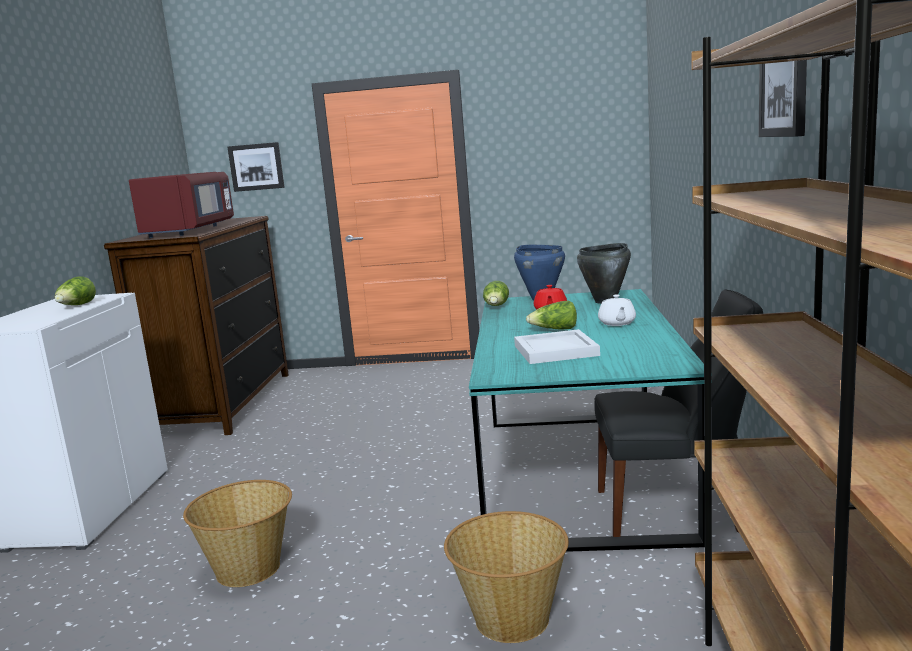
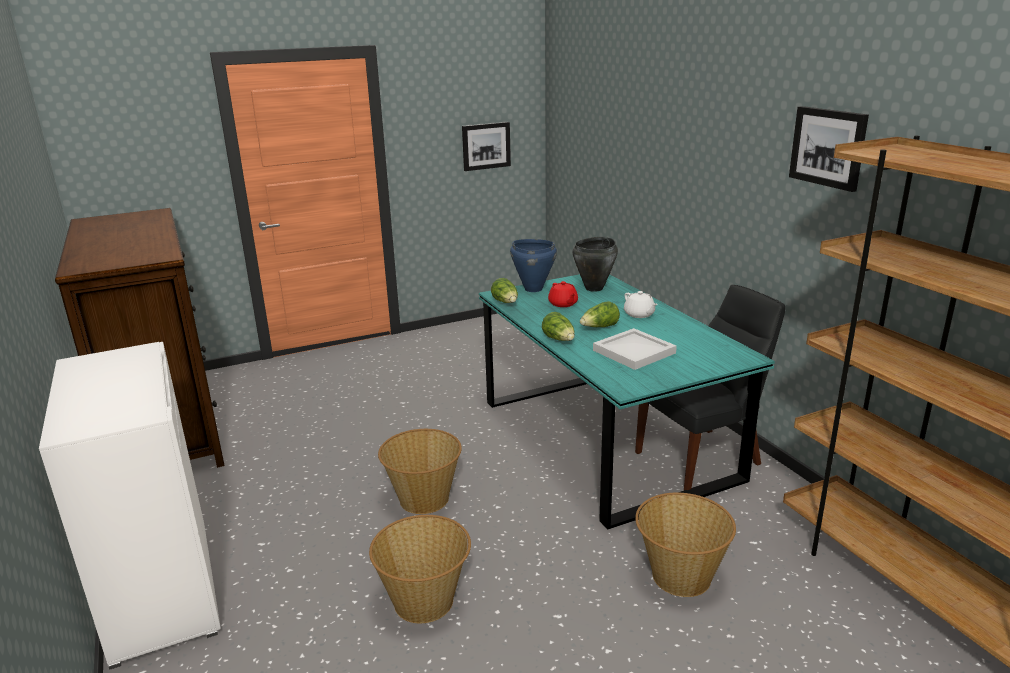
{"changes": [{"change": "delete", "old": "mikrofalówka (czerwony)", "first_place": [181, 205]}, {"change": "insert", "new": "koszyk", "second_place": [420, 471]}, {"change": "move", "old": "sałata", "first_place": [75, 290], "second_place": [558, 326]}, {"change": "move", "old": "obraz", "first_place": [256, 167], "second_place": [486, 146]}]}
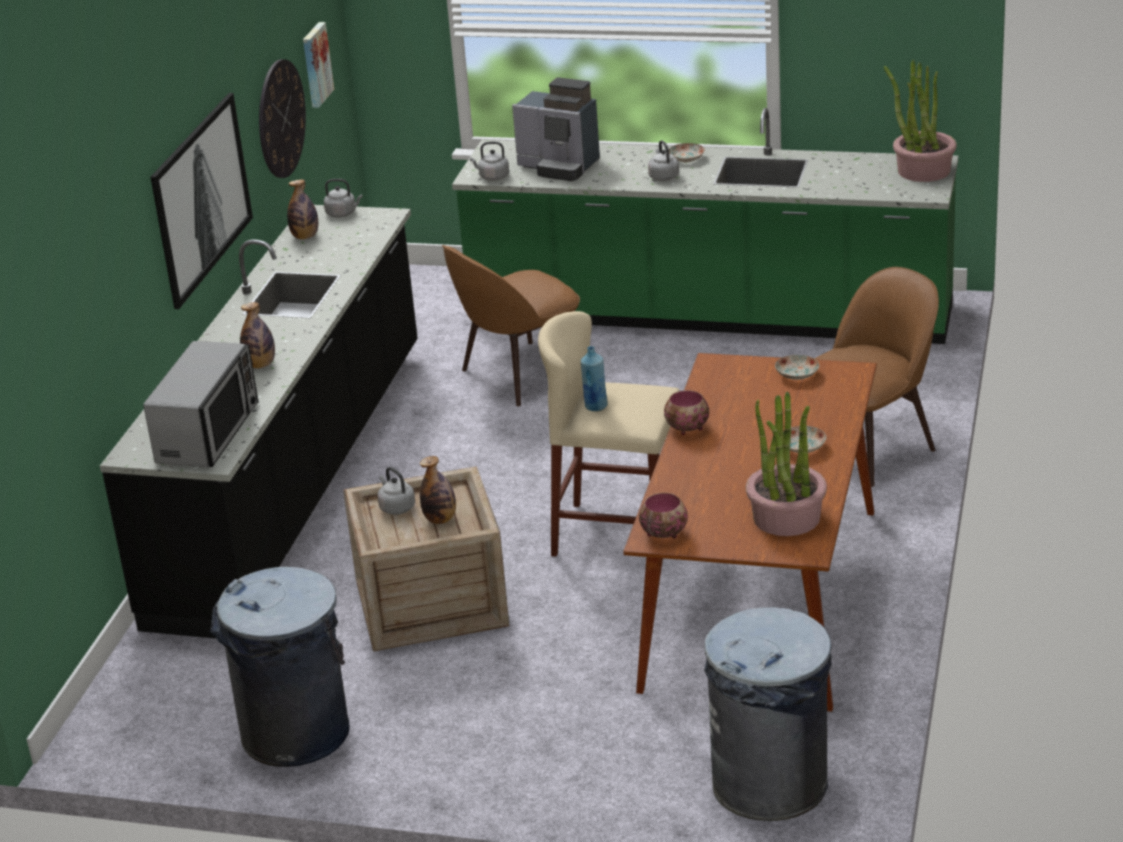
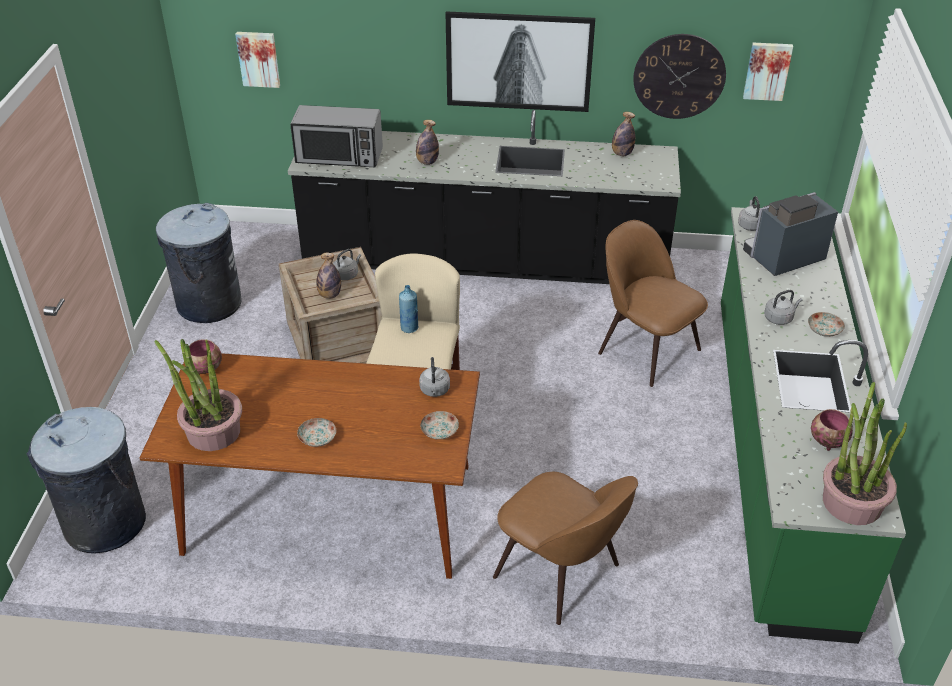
{"changes": [{"change": "insert", "new": "obraz", "second_place": [257, 60]}, {"change": "move", "old": "czajnik (szary)", "first_place": [343, 198], "second_place": [434, 377]}, {"change": "move", "old": "miska", "first_place": [686, 412], "second_place": [832, 430]}, {"change": "rotate", "old": "ekspres do kawy", "first_place": [556, 129], "second_place": [790, 234], "degrees": 45}]}
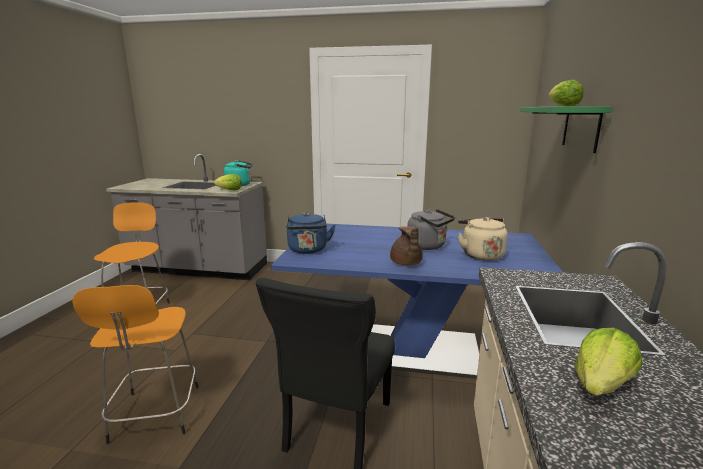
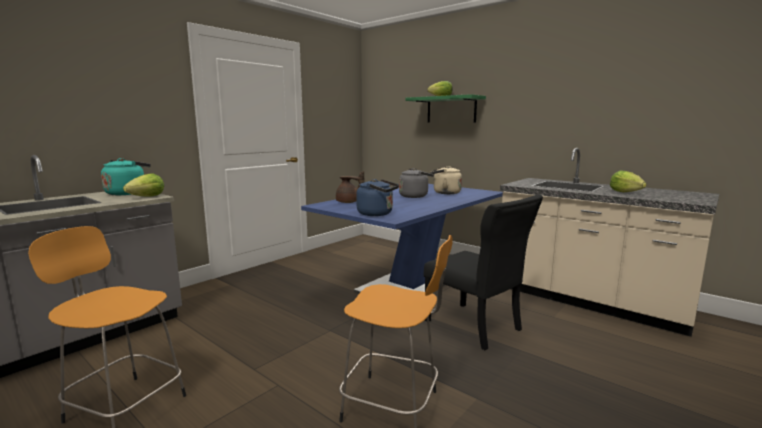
{"changes": [{"change": "move", "old": "imbryk (brązowy)", "first_place": [406, 245], "second_place": [350, 187]}]}
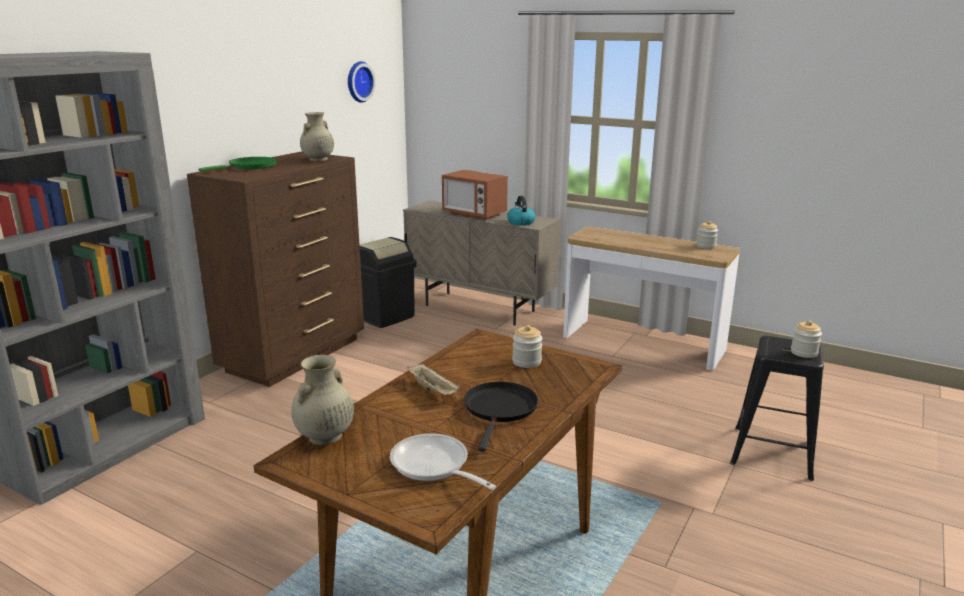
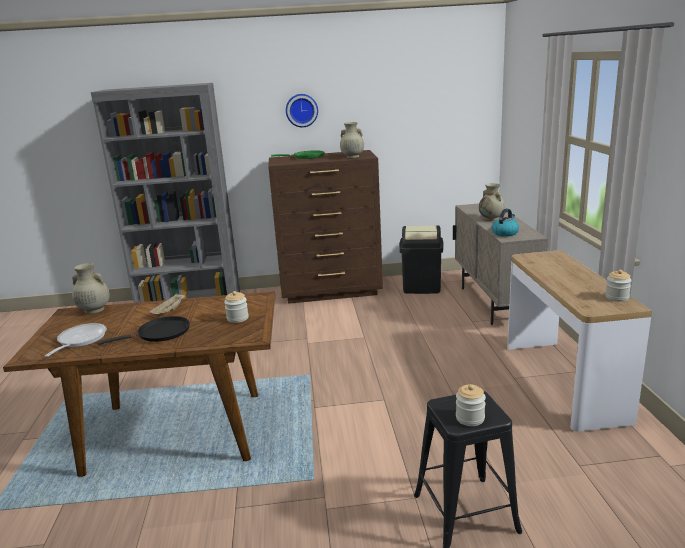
{"changes": [{"change": "move", "old": "zegar ścienny", "first_place": [362, 82], "second_place": [302, 110]}, {"change": "replace", "old": "mikrofalówka", "new": "wazon (beżowy)", "first_place": [475, 195], "second_place": [492, 202]}]}
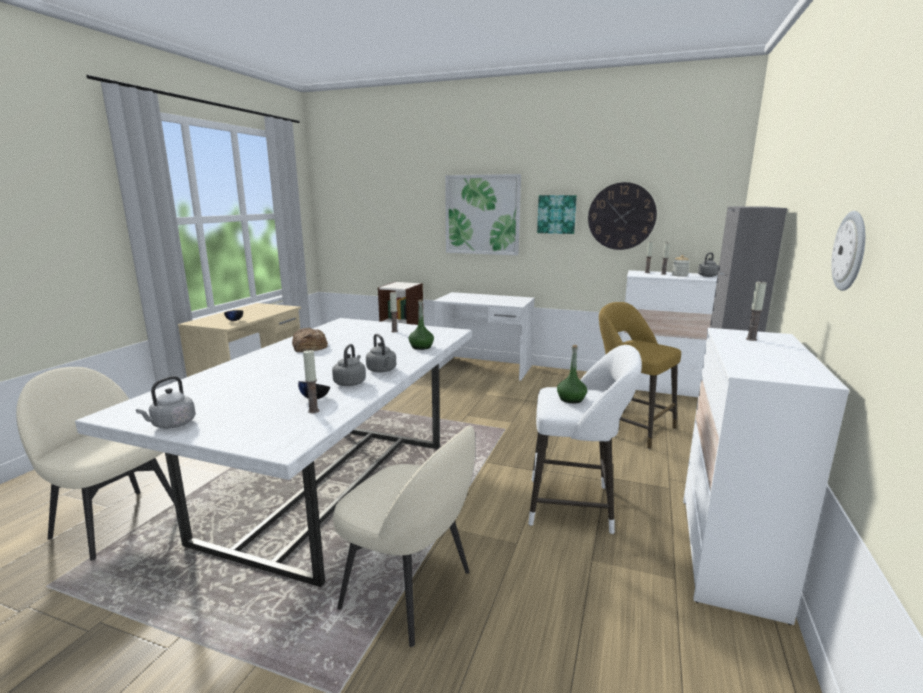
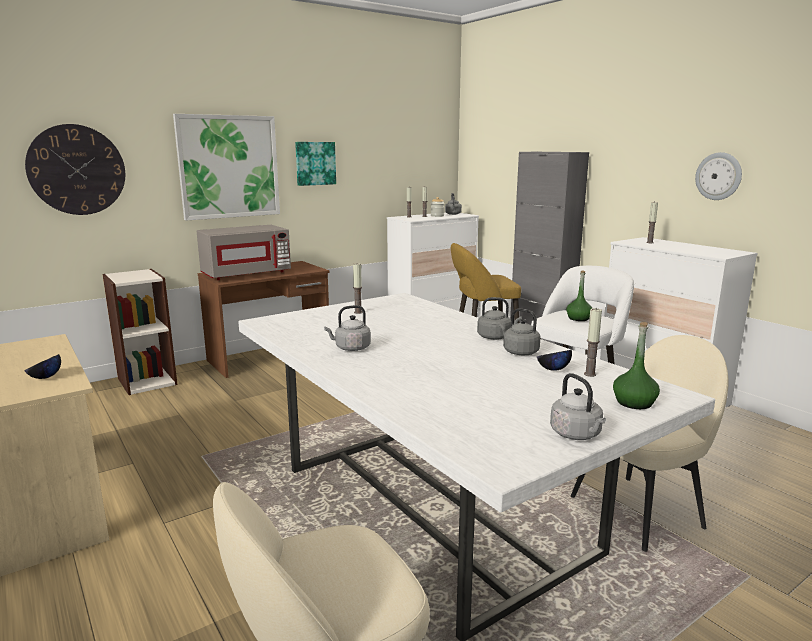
{"changes": [{"change": "insert", "new": "mikrofalówka (szary)", "second_place": [244, 252]}, {"change": "move", "old": "butelka (zielony)", "first_place": [421, 324], "second_place": [636, 365]}, {"change": "move", "old": "zegar ścienny", "first_place": [622, 216], "second_place": [75, 169]}, {"change": "replace", "old": "chleb", "new": "czajnik (szary)", "first_place": [310, 340], "second_place": [347, 328]}, {"change": "recolor", "old": "biurko (biały)", "new": "biurko (brązowy)", "first_place": [484, 336], "second_place": [264, 319]}]}
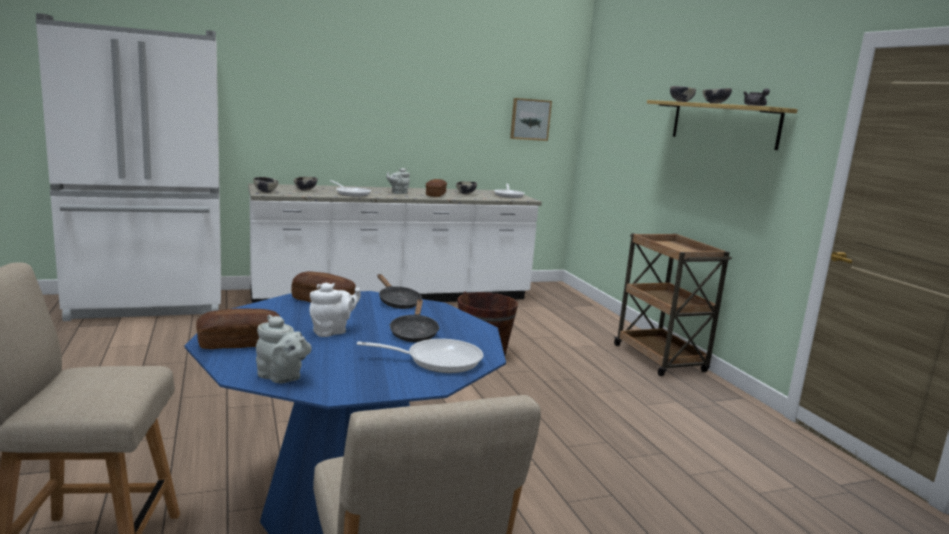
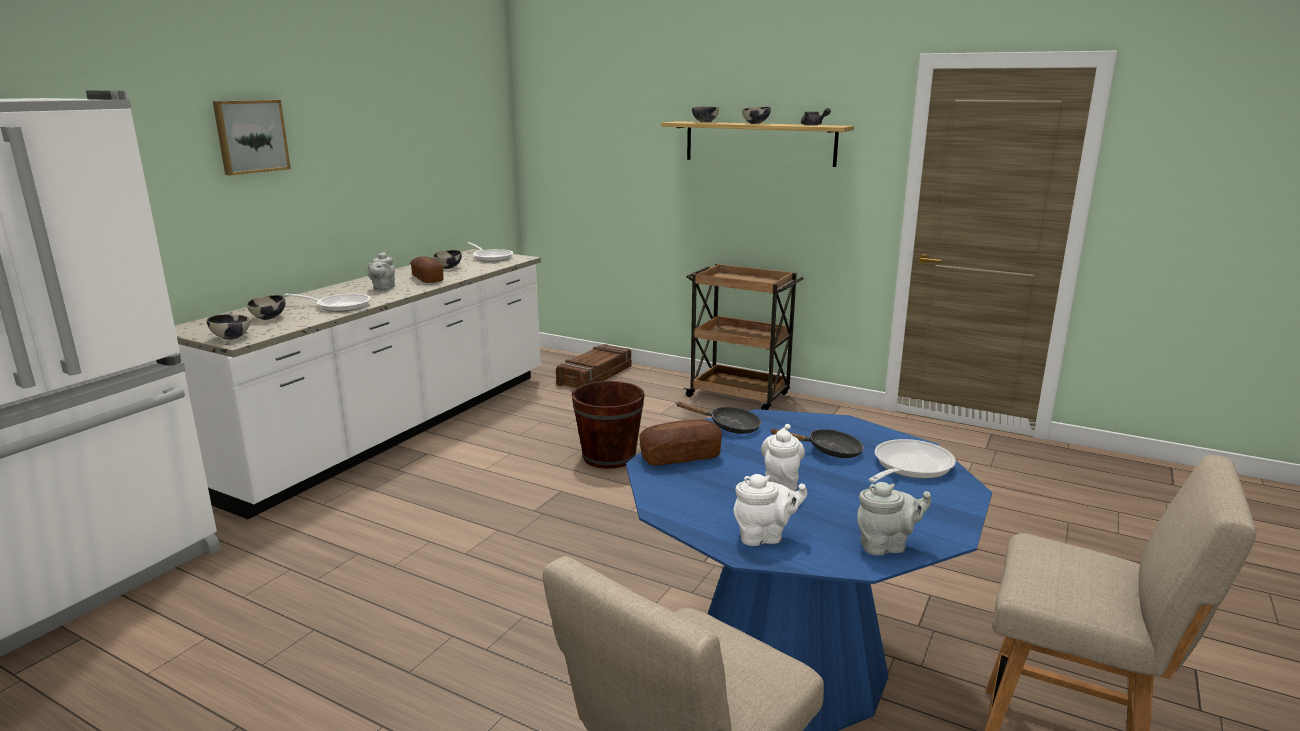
{"changes": [{"change": "insert", "new": "skrzynka", "second_place": [593, 366]}, {"change": "move", "old": "obraz", "first_place": [531, 119], "second_place": [252, 137]}, {"change": "replace", "old": "chleb", "new": "imbryk (biały)", "first_place": [238, 328], "second_place": [770, 510]}, {"change": "rotate", "old": "patelnia (czarny)", "first_place": [414, 320], "second_place": [817, 443], "degrees": -45}]}
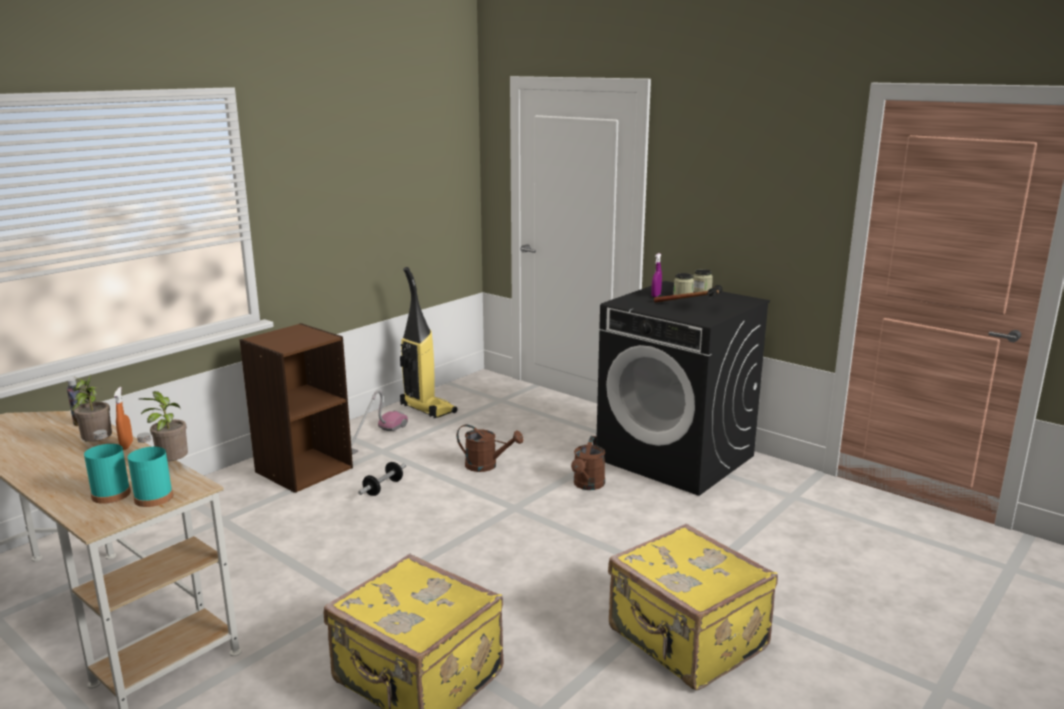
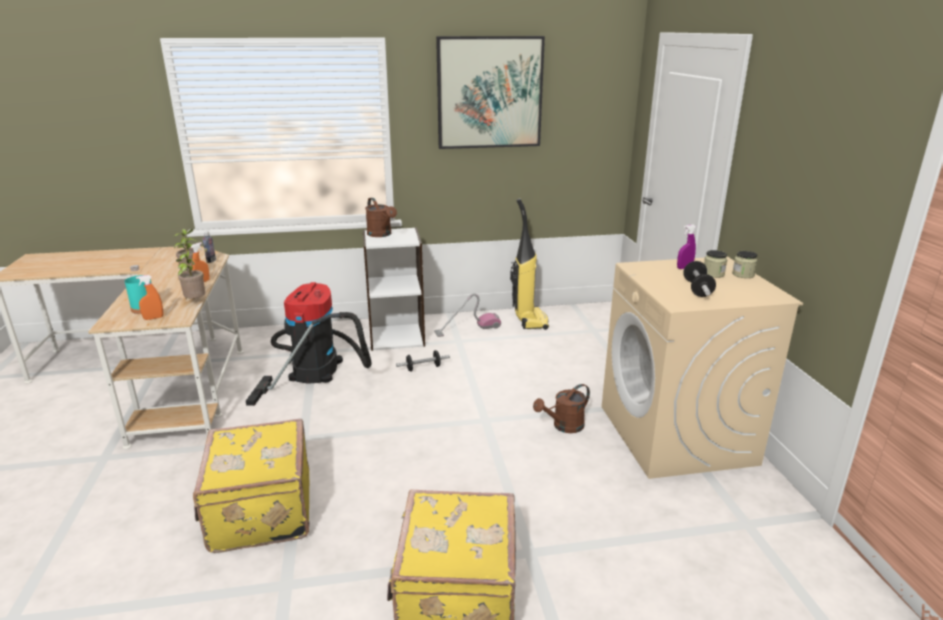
{"changes": [{"change": "insert", "new": "odkurzacz", "second_place": [309, 344]}, {"change": "insert", "new": "obraz", "second_place": [490, 92]}, {"change": "move", "old": "konewka (brązowy)", "first_place": [490, 448], "second_place": [381, 217]}, {"change": "replace", "old": "butelka (turkusowy)", "new": "spryskiwacz (pomarańczowy)", "first_place": [150, 469], "second_place": [149, 297]}, {"change": "replace", "old": "młotek", "new": "hantel", "first_place": [688, 294], "second_place": [699, 279]}, {"change": "recolor", "old": "regał (brązowy)", "new": "regał (biały)", "first_place": [296, 408], "second_place": [394, 289]}, {"change": "recolor", "old": "pralka (czarny)", "new": "pralka (beżowy)", "first_place": [683, 388], "second_place": [702, 367]}]}
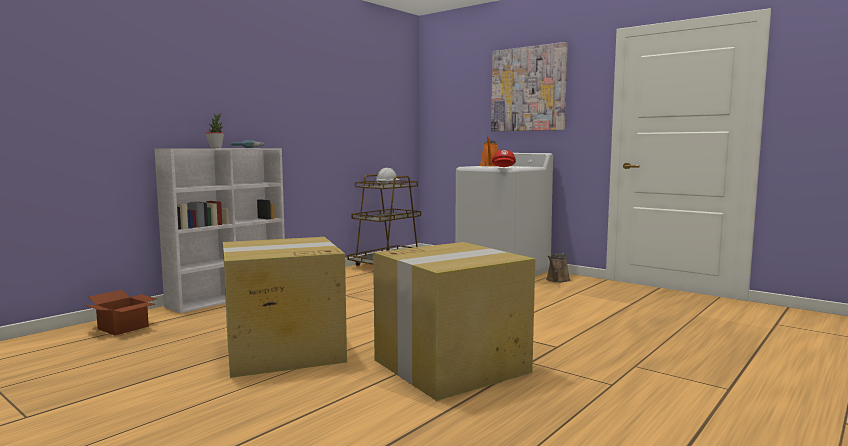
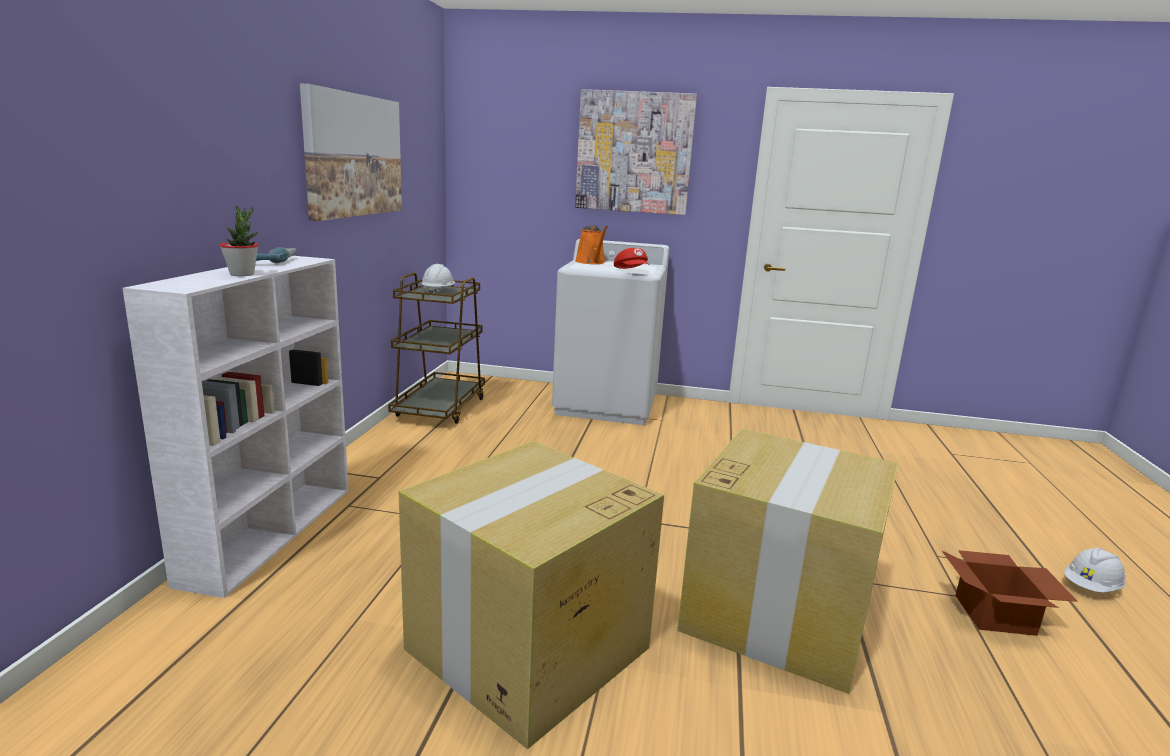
{"changes": [{"change": "delete", "old": "konewka (brązowy)", "first_place": [558, 268]}, {"change": "insert", "new": "obraz", "second_place": [351, 152]}, {"change": "insert", "new": "kask (biały)", "second_place": [1095, 570]}, {"change": "move", "old": "karton", "first_place": [121, 312], "second_place": [1010, 593]}]}
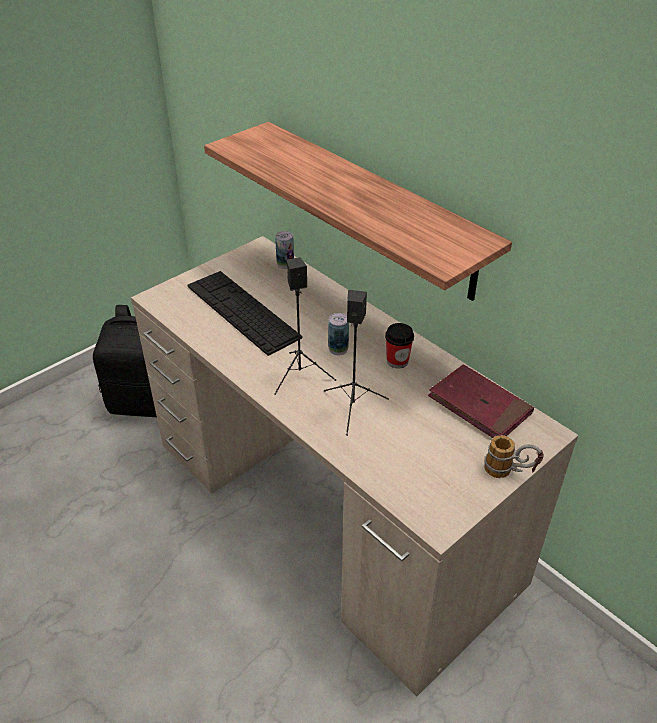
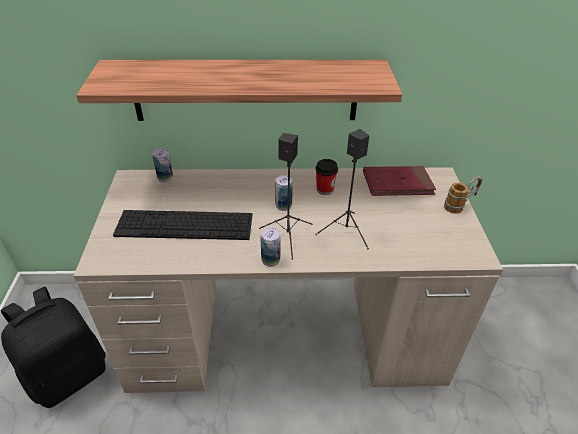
{"changes": [{"change": "insert", "new": "puszka", "second_place": [270, 247]}]}
